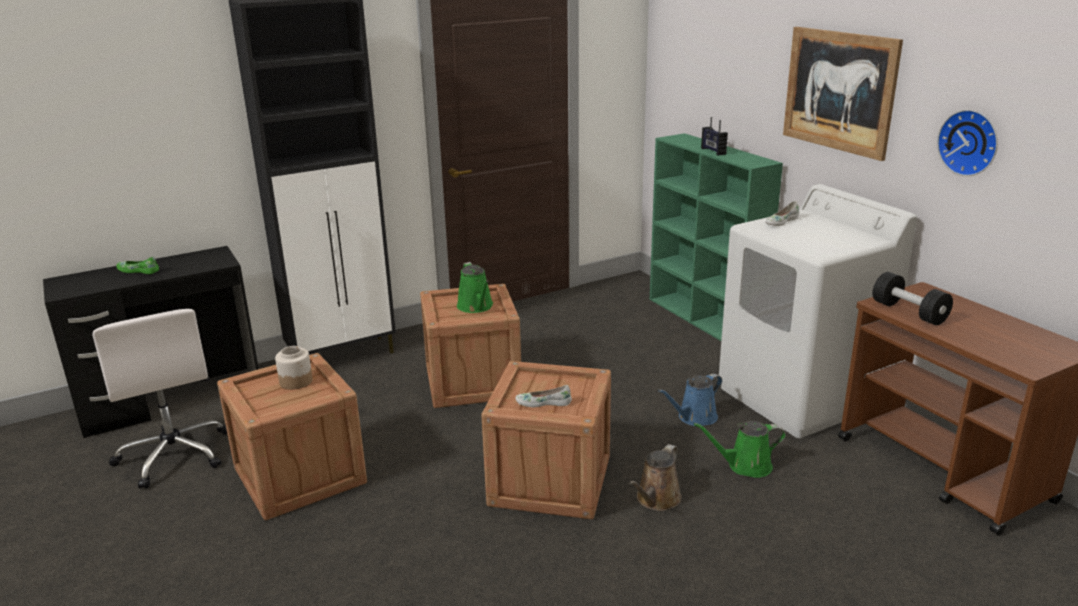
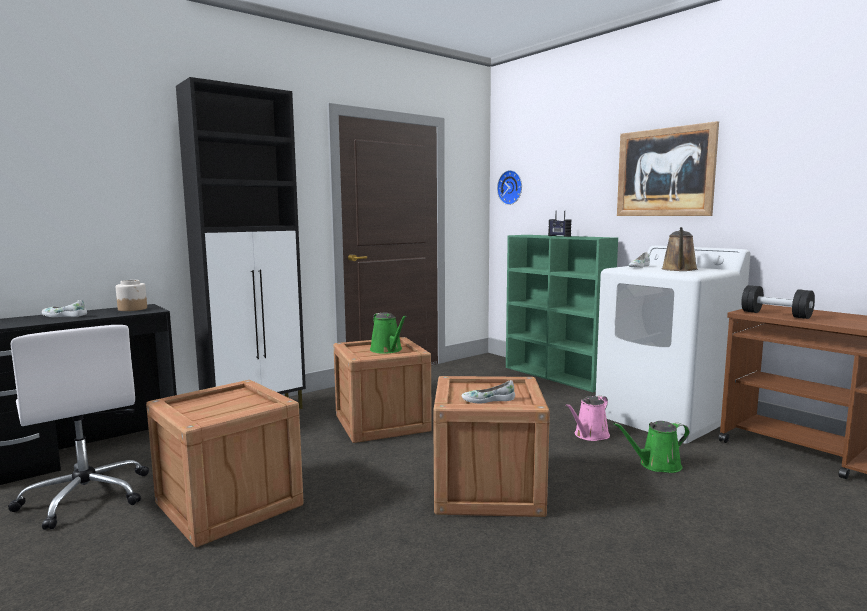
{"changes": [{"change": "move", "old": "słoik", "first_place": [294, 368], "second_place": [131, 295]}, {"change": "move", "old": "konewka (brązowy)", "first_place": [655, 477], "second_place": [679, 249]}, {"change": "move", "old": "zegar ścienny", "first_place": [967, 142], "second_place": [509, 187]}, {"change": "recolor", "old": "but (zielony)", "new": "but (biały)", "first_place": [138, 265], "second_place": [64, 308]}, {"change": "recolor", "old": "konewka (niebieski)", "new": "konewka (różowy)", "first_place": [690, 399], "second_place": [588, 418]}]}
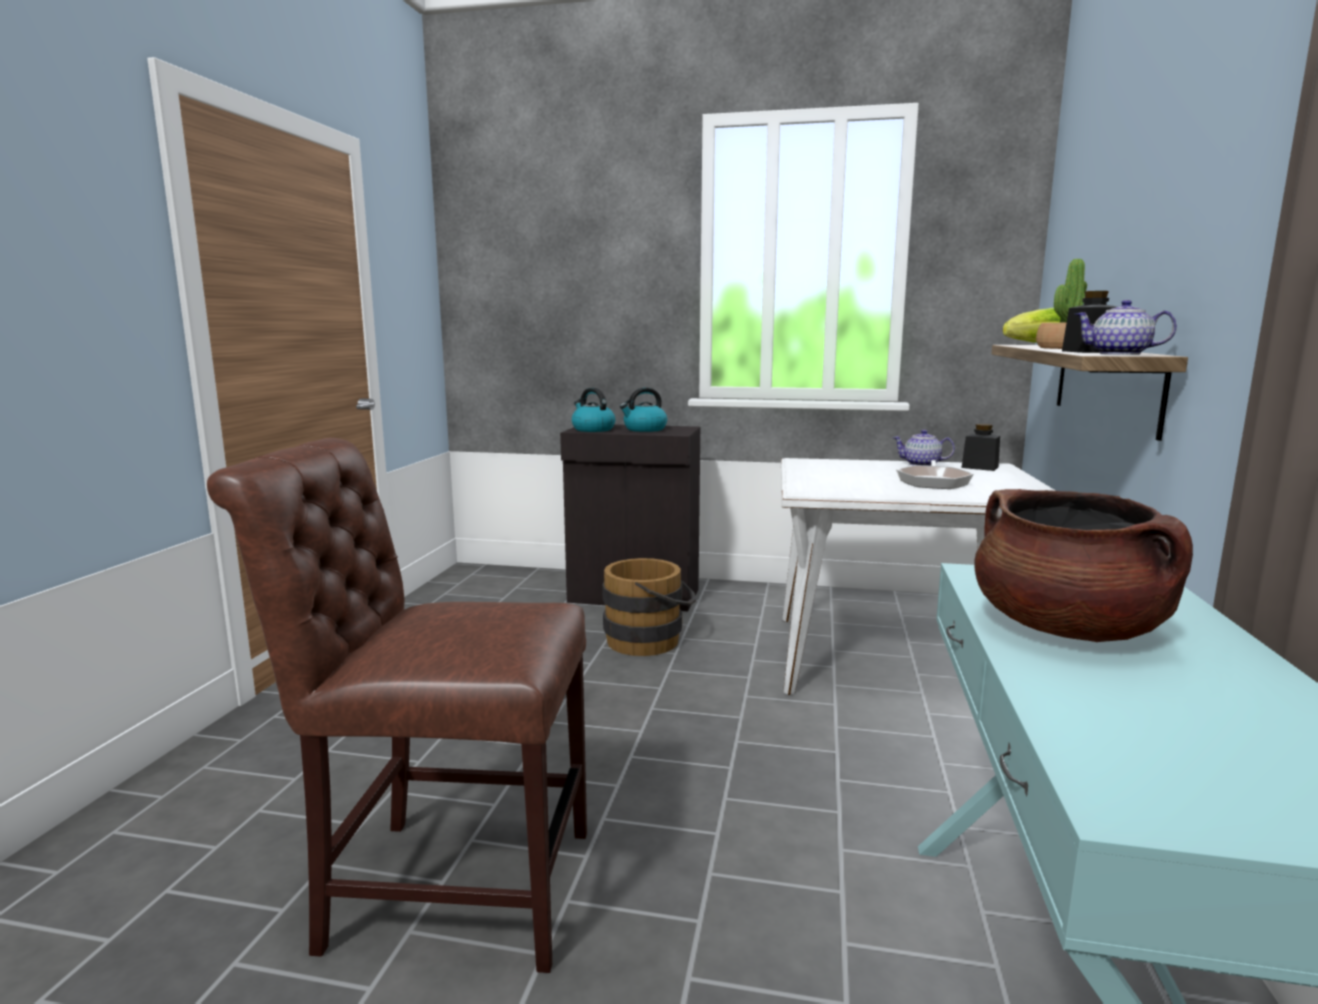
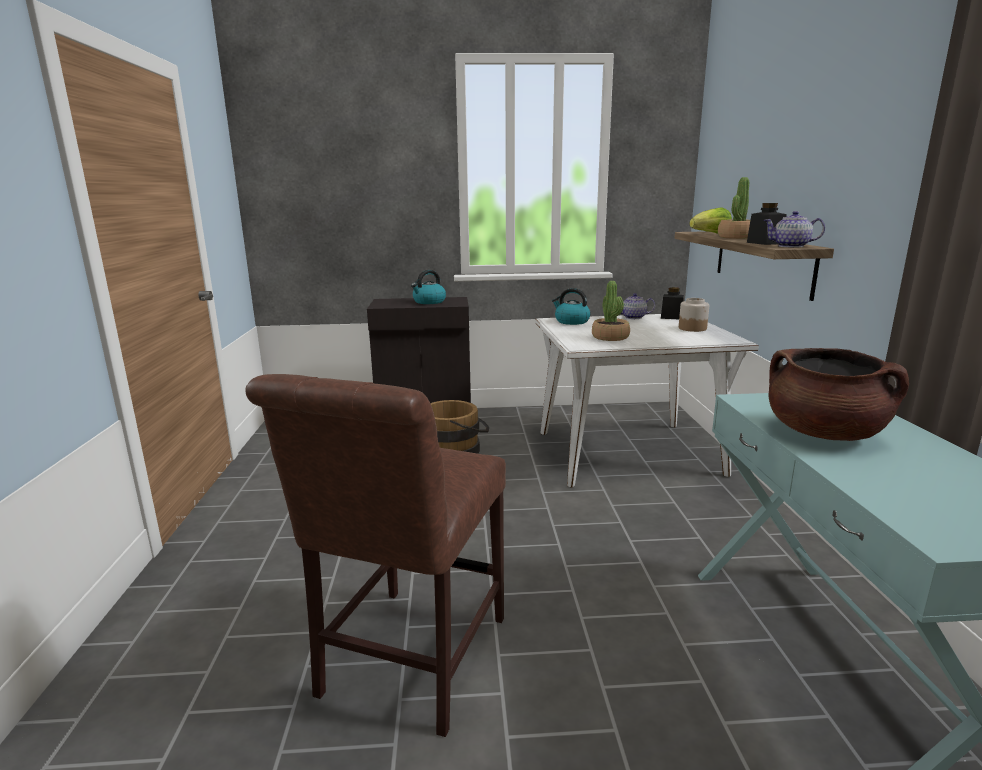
{"changes": [{"change": "delete", "old": "patelnia", "first_place": [935, 474]}, {"change": "insert", "new": "roślina doniczkowa", "second_place": [611, 311]}, {"change": "insert", "new": "słoik", "second_place": [694, 315]}, {"change": "move", "old": "czajnik", "first_place": [593, 410], "second_place": [571, 306]}, {"change": "rotate", "old": "krzesło (brązowy)", "first_place": [397, 705], "second_place": [376, 555], "degrees": -60}]}
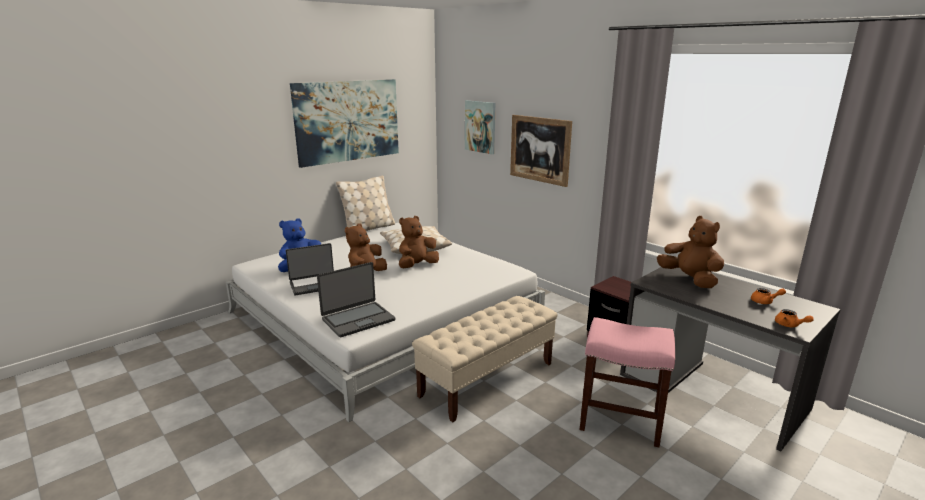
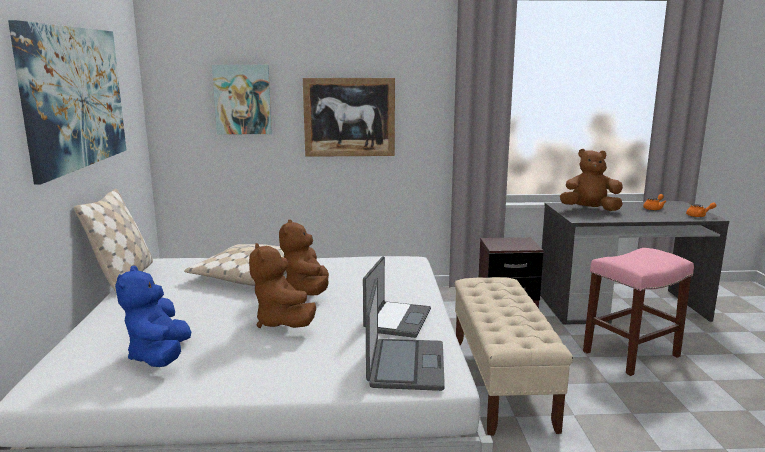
{"changes": [{"change": "move", "old": "laptop", "first_place": [310, 269], "second_place": [397, 297]}]}
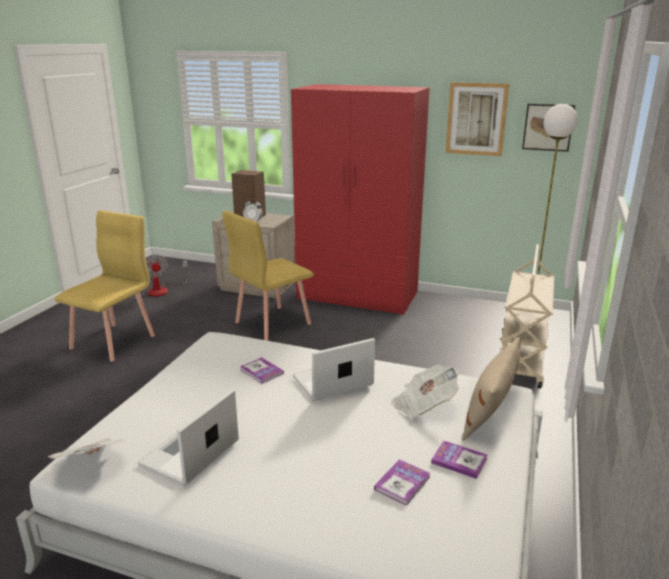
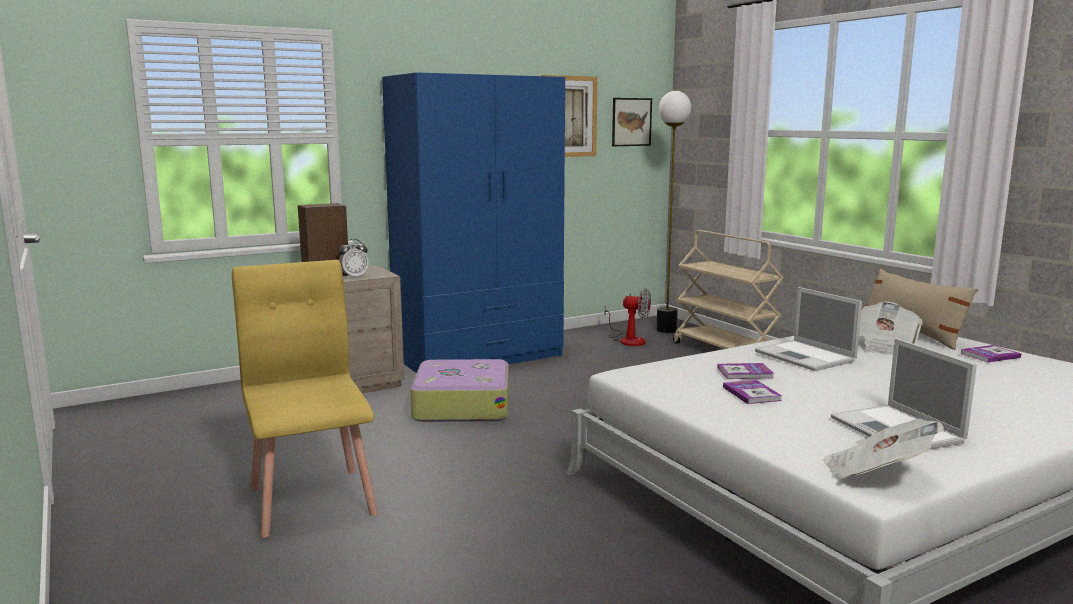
{"changes": [{"change": "move", "old": "wentylator", "first_place": [167, 275], "second_place": [627, 317]}, {"change": "move", "old": "książka", "first_place": [402, 482], "second_place": [752, 392]}, {"change": "replace", "old": "krzesło (żółty)", "new": "walizka", "first_place": [268, 276], "second_place": [459, 390]}, {"change": "recolor", "old": "szafa (czerwony)", "new": "szafa (niebieski)", "first_place": [360, 199], "second_place": [473, 222]}, {"change": "rotate", "old": "laptop", "first_place": [334, 369], "second_place": [808, 329], "degrees": -45}]}
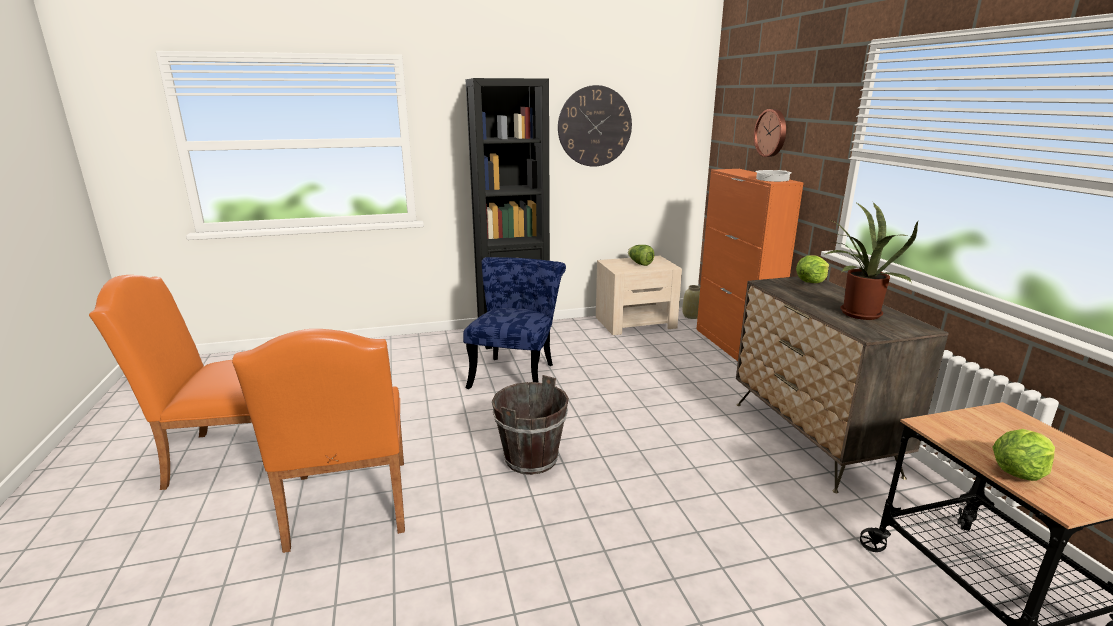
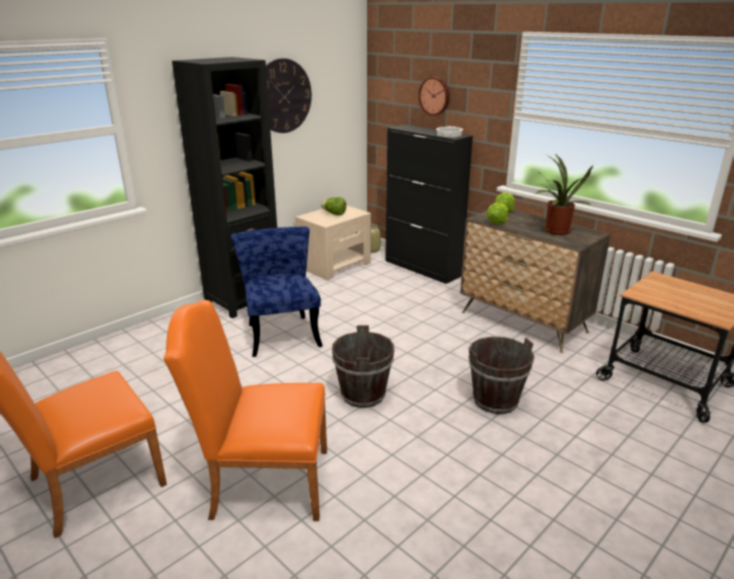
{"changes": [{"change": "insert", "new": "wiadro (brązowy)", "second_place": [501, 375]}, {"change": "move", "old": "sałata", "first_place": [1023, 455], "second_place": [497, 213]}, {"change": "recolor", "old": "szafka (pomarańczowy)", "new": "szafka (czarny)", "first_place": [750, 265], "second_place": [429, 204]}, {"change": "rotate", "old": "krzesło (pomarańczowy)", "first_place": [318, 441], "second_place": [245, 410], "degrees": 135}]}
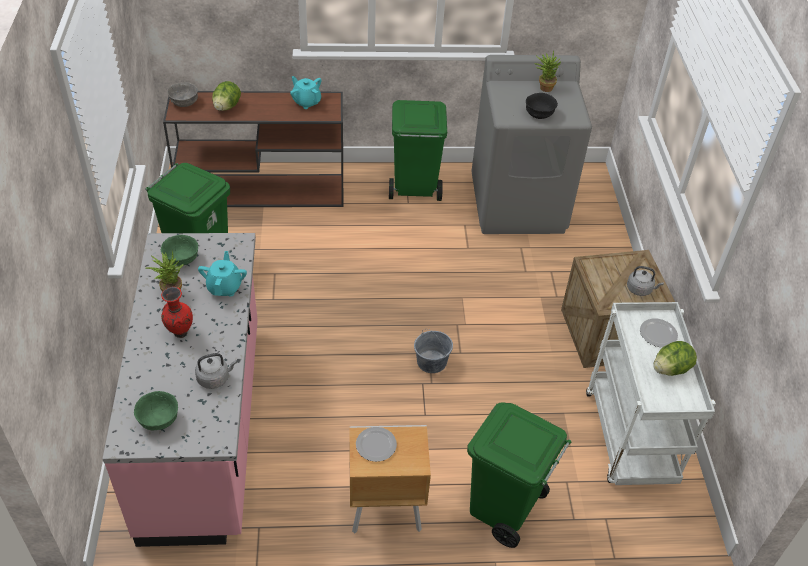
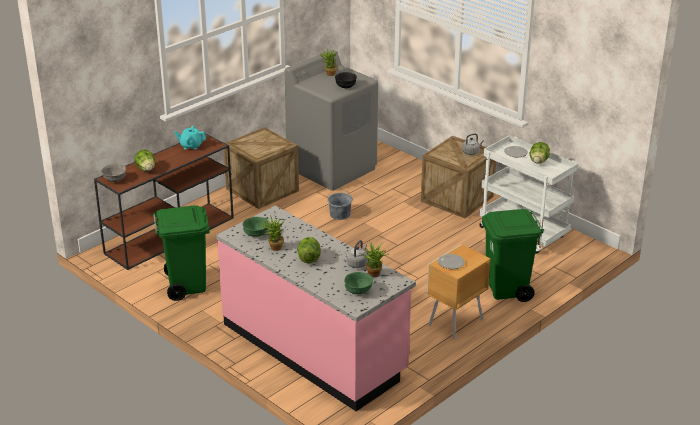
{"changes": [{"change": "delete", "old": "imbryk (turkusowy)", "first_place": [222, 273]}, {"change": "insert", "new": "roślina doniczkowa", "second_place": [375, 259]}, {"change": "move", "old": "wiadro (szary)", "first_place": [433, 351], "second_place": [340, 204]}, {"change": "replace", "old": "wazon (czerwony)", "new": "sałata", "first_place": [177, 312], "second_place": [309, 250]}, {"change": "replace", "old": "kosz na śmieci (zielony)", "new": "skrzynka", "first_place": [418, 150], "second_place": [261, 168]}]}
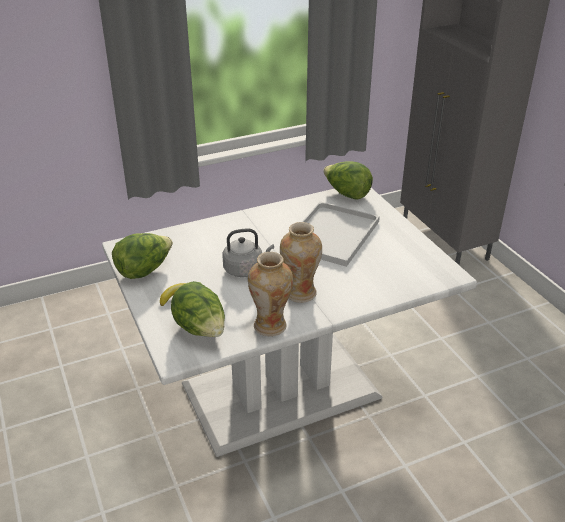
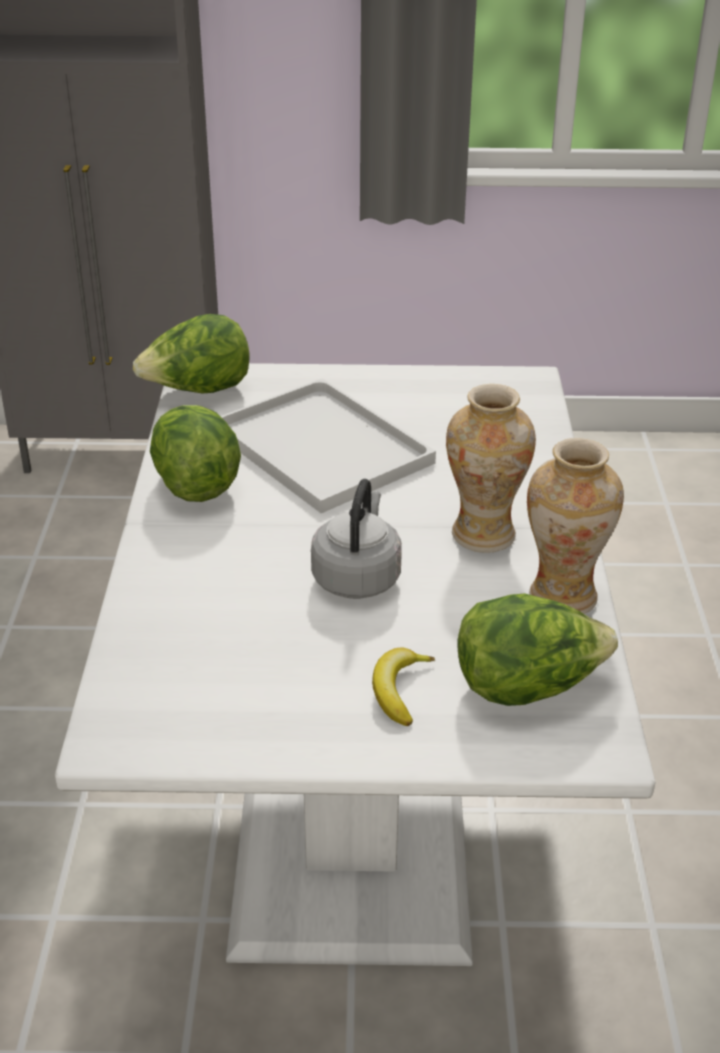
{"changes": [{"change": "move", "old": "sałata", "first_place": [142, 256], "second_place": [195, 453]}]}
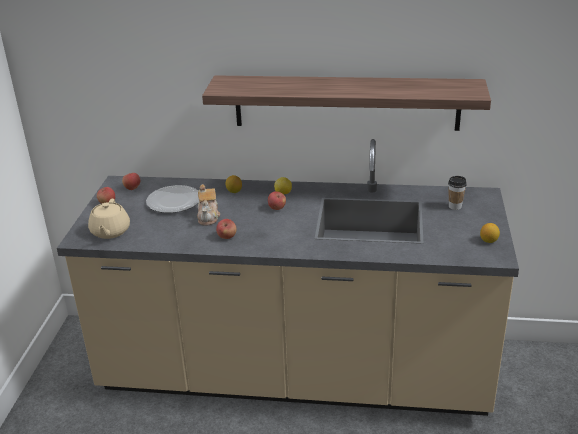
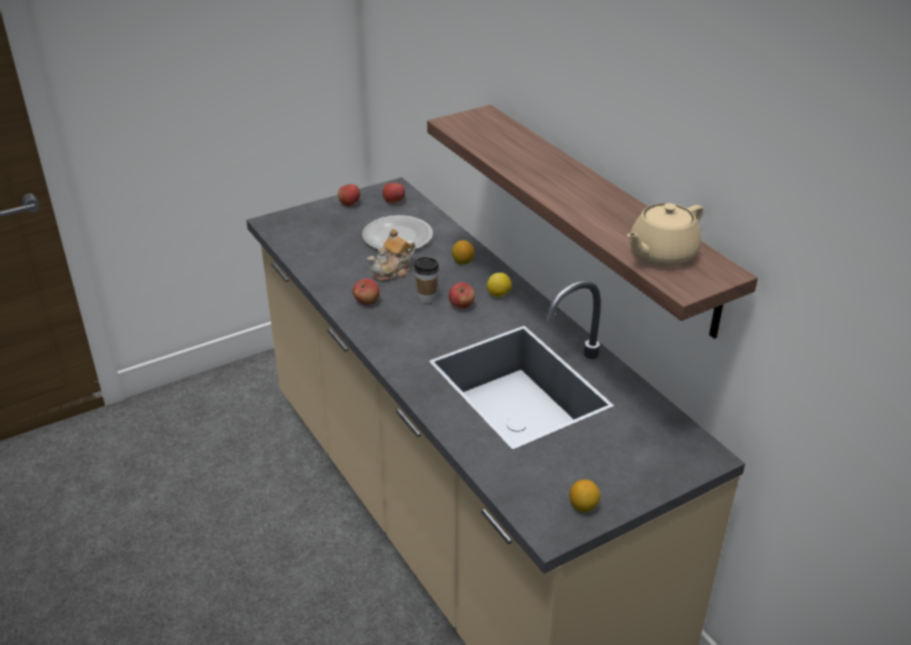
{"changes": [{"change": "move", "old": "imbryk (beżowy)", "first_place": [109, 219], "second_place": [665, 234]}, {"change": "move", "old": "filiżanka", "first_place": [457, 193], "second_place": [426, 280]}]}
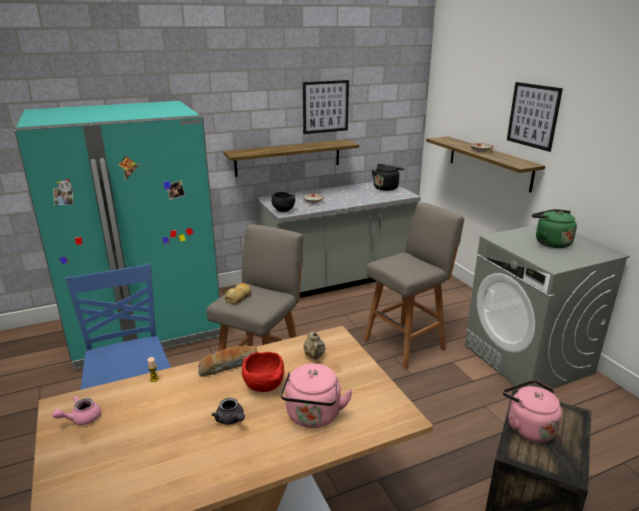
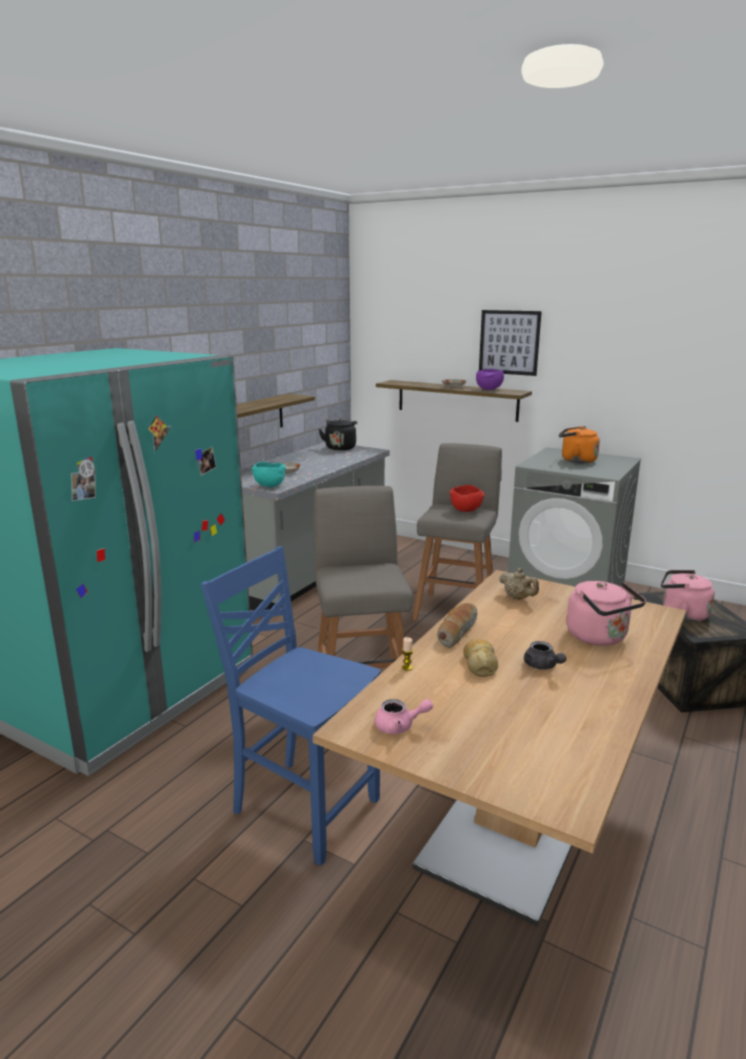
{"changes": [{"change": "delete", "old": "obraz", "first_place": [326, 107]}, {"change": "insert", "new": "miska (fioletowy)", "second_place": [490, 379]}, {"change": "move", "old": "chleb", "first_place": [238, 293], "second_place": [480, 658]}, {"change": "move", "old": "miska (czerwony)", "first_place": [263, 372], "second_place": [467, 498]}, {"change": "recolor", "old": "miska (czarny)", "new": "miska (turkusowy)", "first_place": [283, 202], "second_place": [268, 474]}, {"change": "recolor", "old": "czajnik (zielony)", "new": "czajnik (pomarańczowy)", "first_place": [554, 228], "second_place": [579, 444]}, {"change": "rotate", "old": "imbryk (różowy)", "first_place": [76, 410], "second_place": [403, 716], "degrees": -105}, {"change": "rotate", "old": "imbryk (szary)", "first_place": [228, 411], "second_place": [545, 655], "degrees": 45}]}
